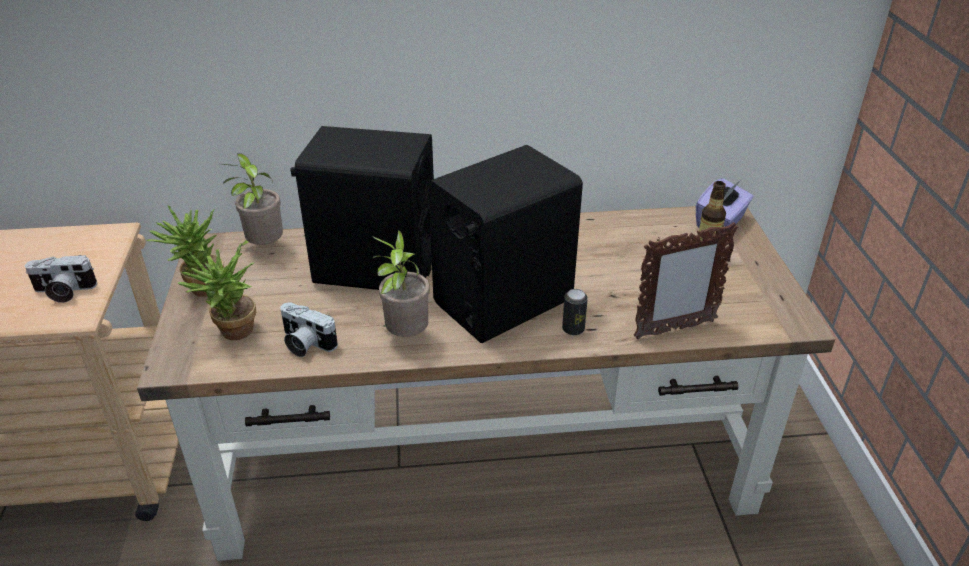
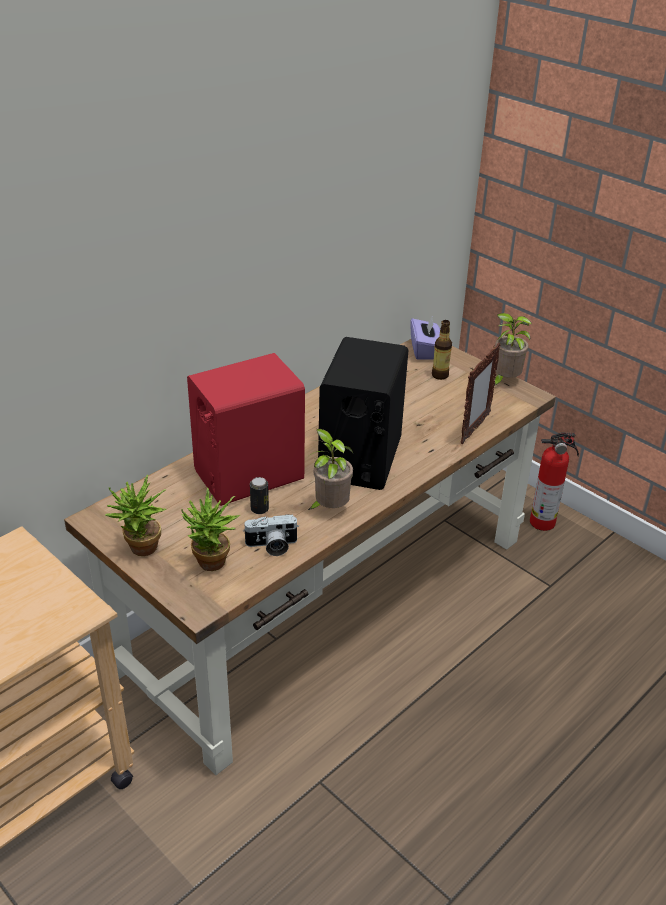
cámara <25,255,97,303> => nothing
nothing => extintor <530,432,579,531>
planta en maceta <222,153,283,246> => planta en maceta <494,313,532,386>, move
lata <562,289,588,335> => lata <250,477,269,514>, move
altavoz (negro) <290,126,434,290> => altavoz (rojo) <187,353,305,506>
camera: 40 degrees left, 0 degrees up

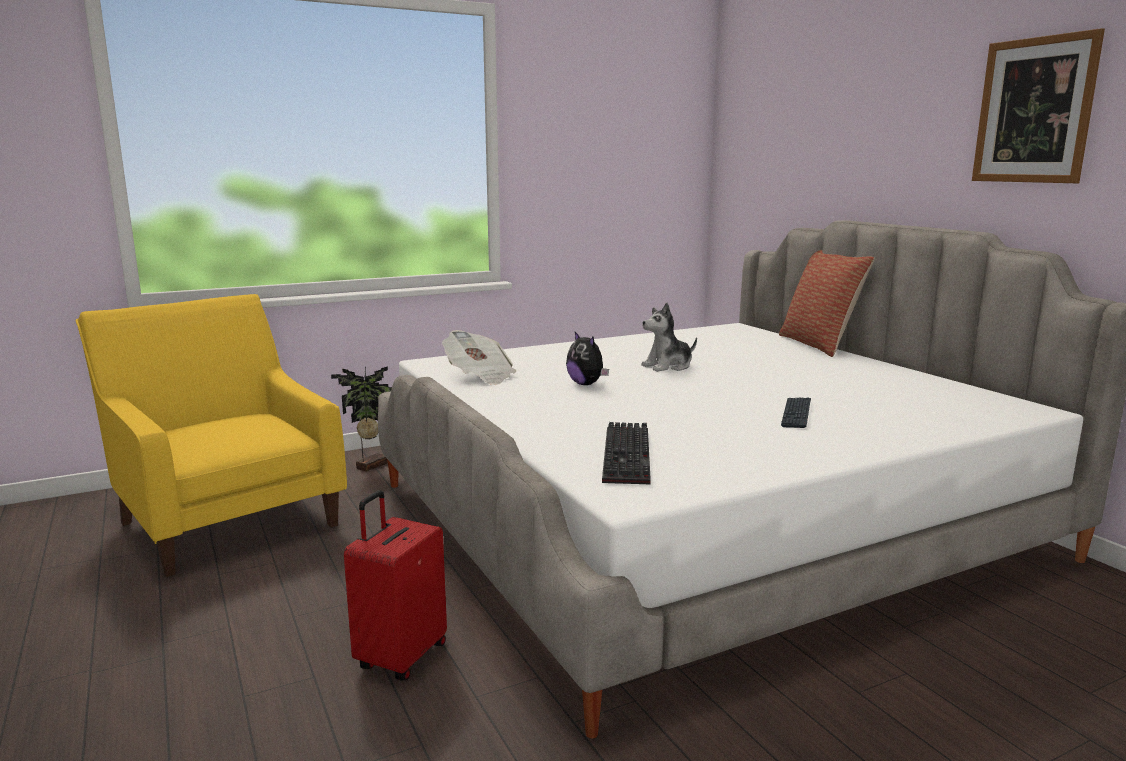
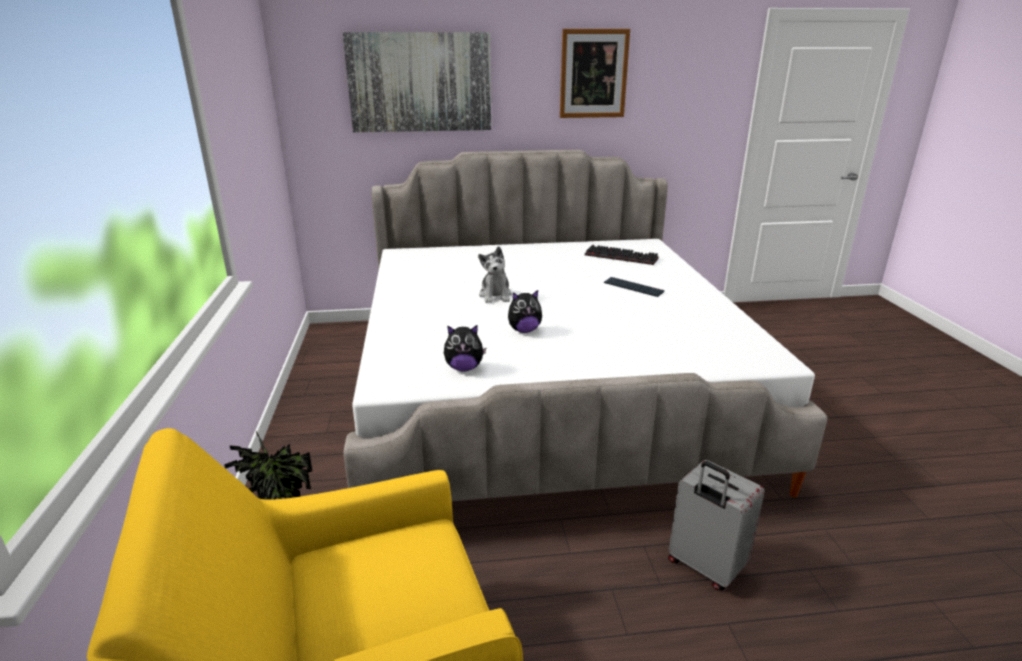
cojín <779,250,875,357> => nothing
nothing => cuadro <343,32,491,132>
teclado <602,422,651,484> => teclado <585,245,659,265>, move
periódico <442,330,516,385> => peluche <444,325,486,371>
maleta (rojo) <344,490,447,680> => maleta (gris) <668,460,765,591>
camera: 70 degrees left, 10 degrees up

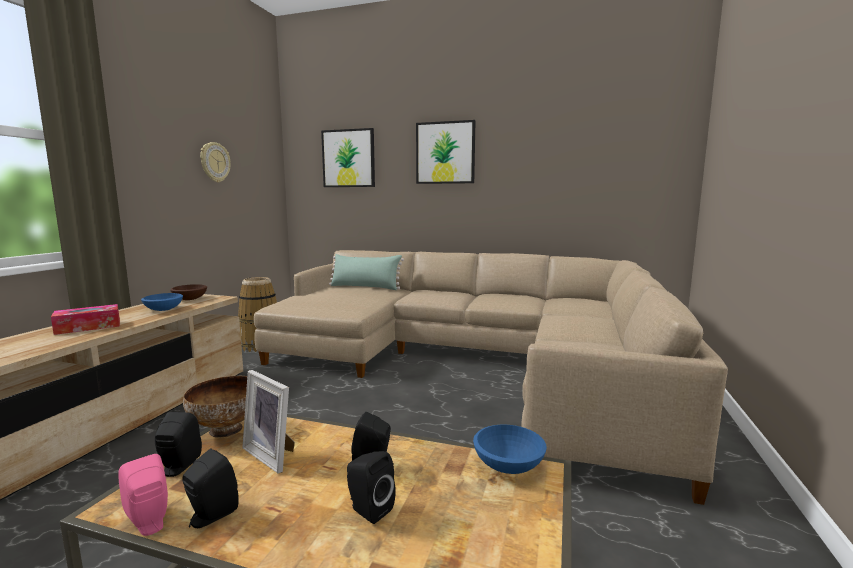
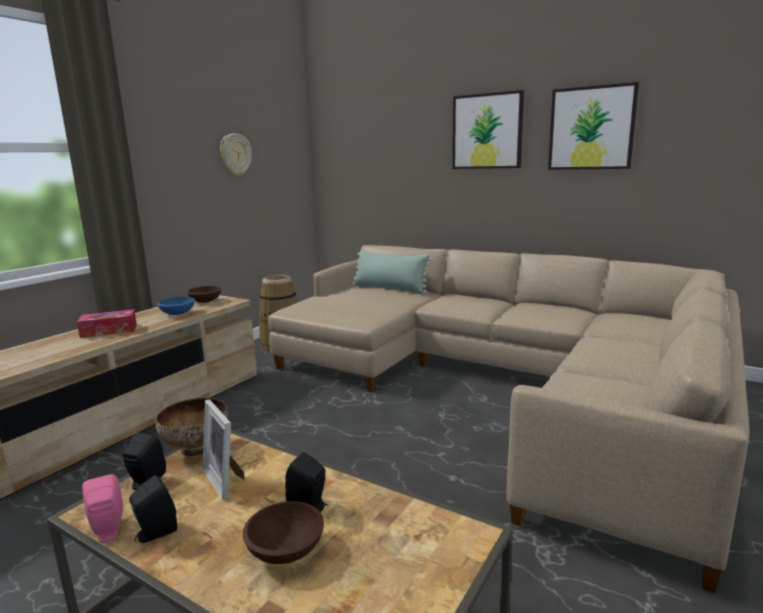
cuenco (azul) <473,425,547,474> => nothing
cuadro <321,128,375,187> => cuadro <548,82,639,170>, move
altavoz (negro) <347,451,396,524> => cuenco (marrón) <242,501,324,564>
camera: 15 degrees right, 5 degrees up

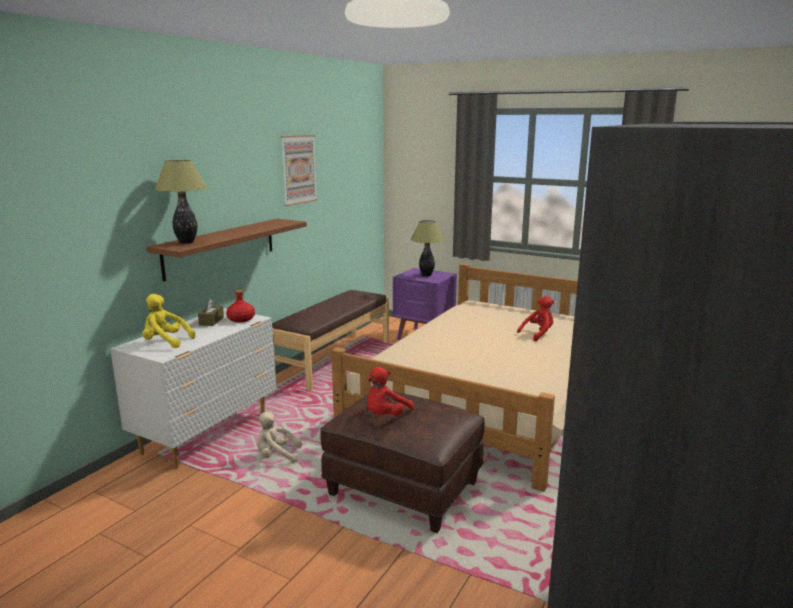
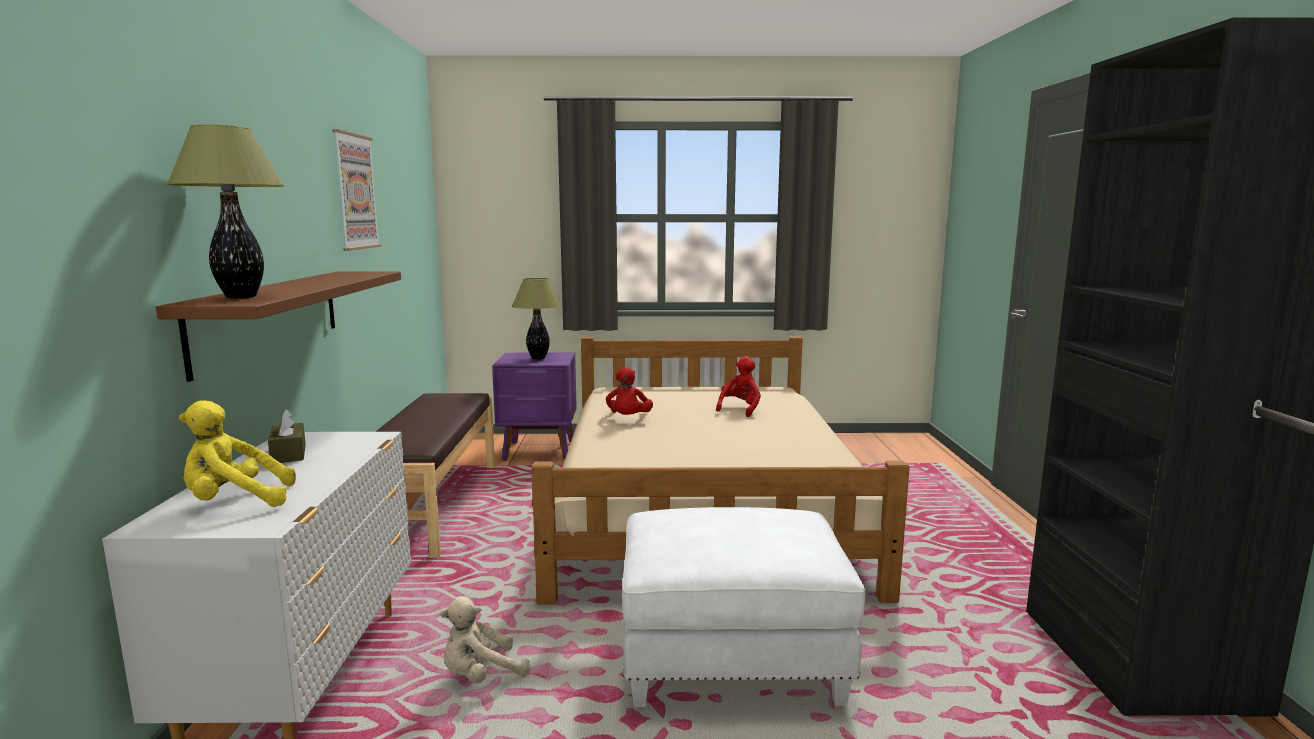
botella (rojo) <226,290,255,323> => nothing
peluche (rojo) <367,367,414,416> => peluche (rojo) <606,367,653,415>, move
puf (marrón) <320,392,485,533> => puf (blanco) <622,507,865,707>
camera: 30 degrees left, 5 degrees down

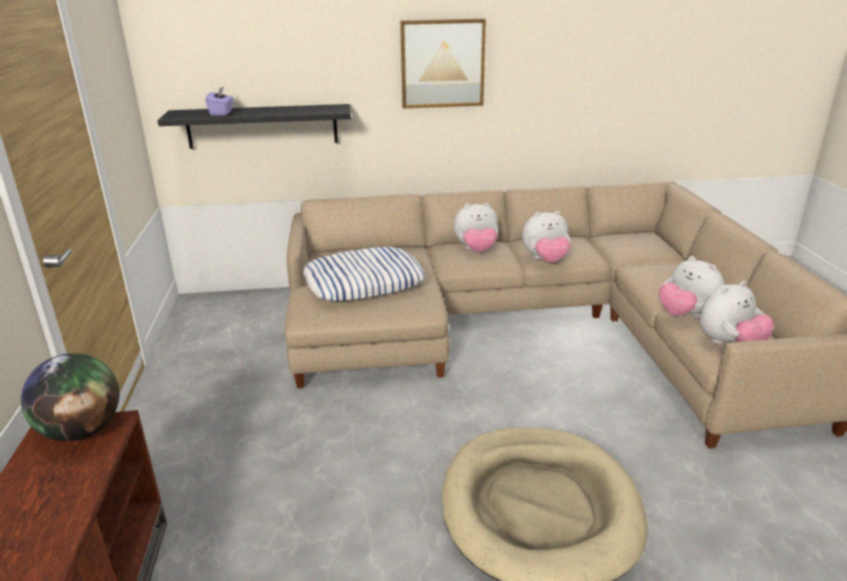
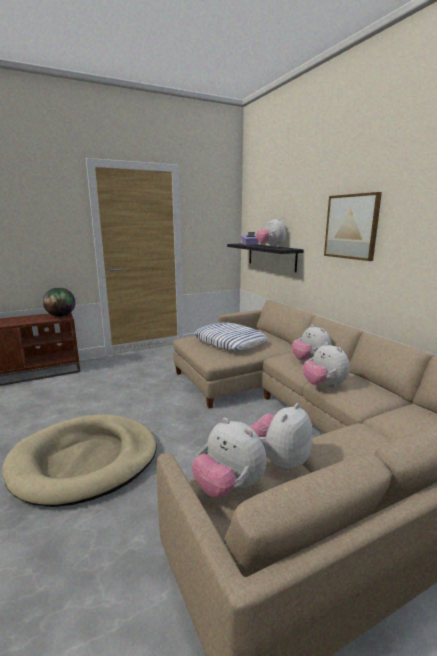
nothing => peluche <256,218,286,247>
camera: 70 degrees right, 10 degrees down

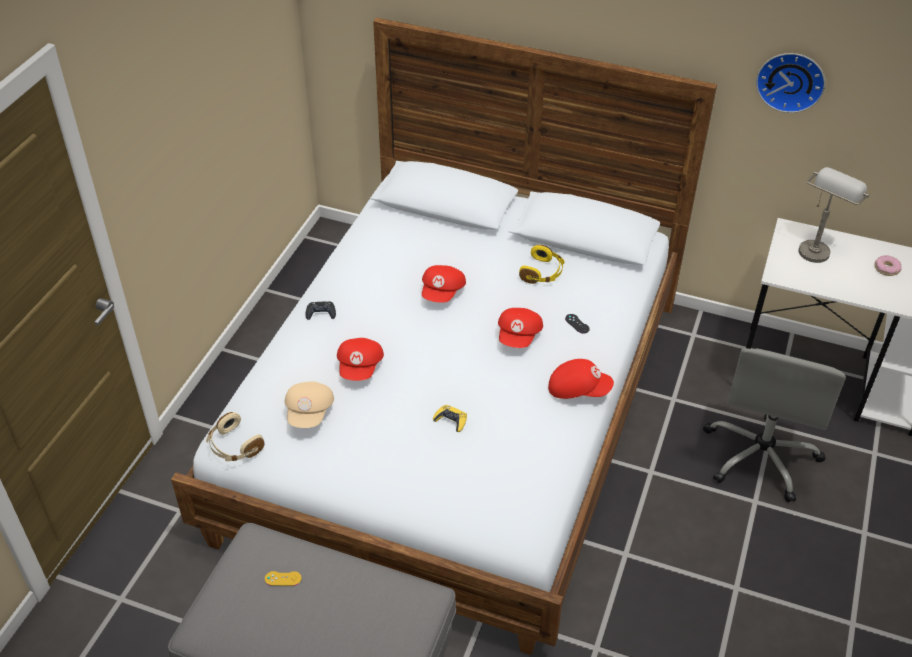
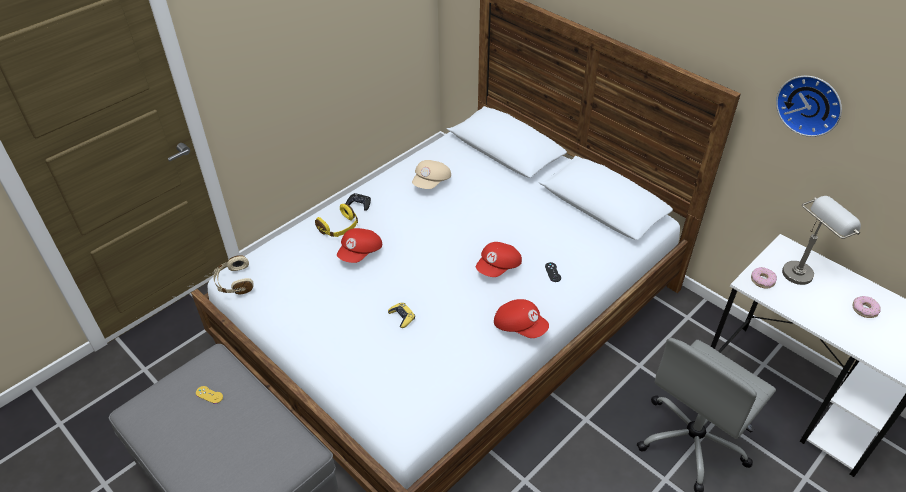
gorra (rojo) <422,265,466,303> => nothing
nothing => rosquilla <751,267,777,289>
gorra (beis) <285,381,334,428> => gorra (beis) <412,160,451,189>, move
auriculares (amarillo) <519,245,565,284> => auriculares (amarillo) <315,204,358,237>, move
camera: 25 degrees right, 0 degrees up

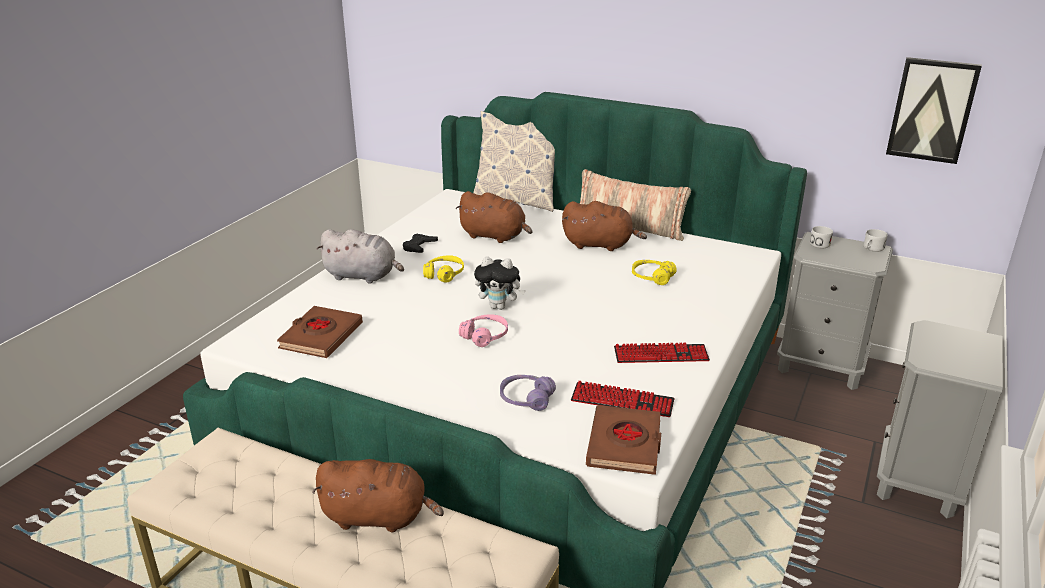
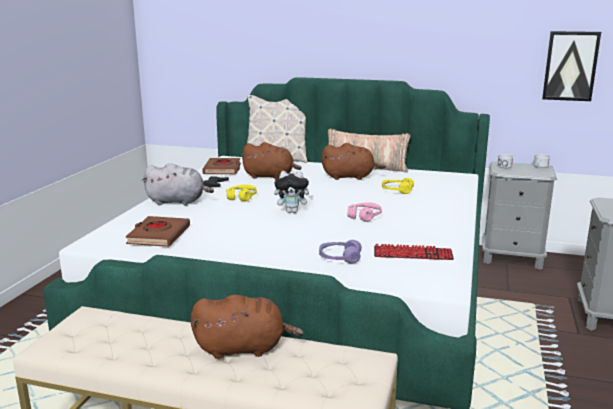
teclado <614,343,710,363> => nothing
auriculares (rosa) <459,314,508,347> => auriculares (rosa) <348,202,382,222>, move
libro (marrón) <586,405,661,475> => libro (marrón) <202,158,241,174>, move
camera: 10 degrees left, 10 degrees down

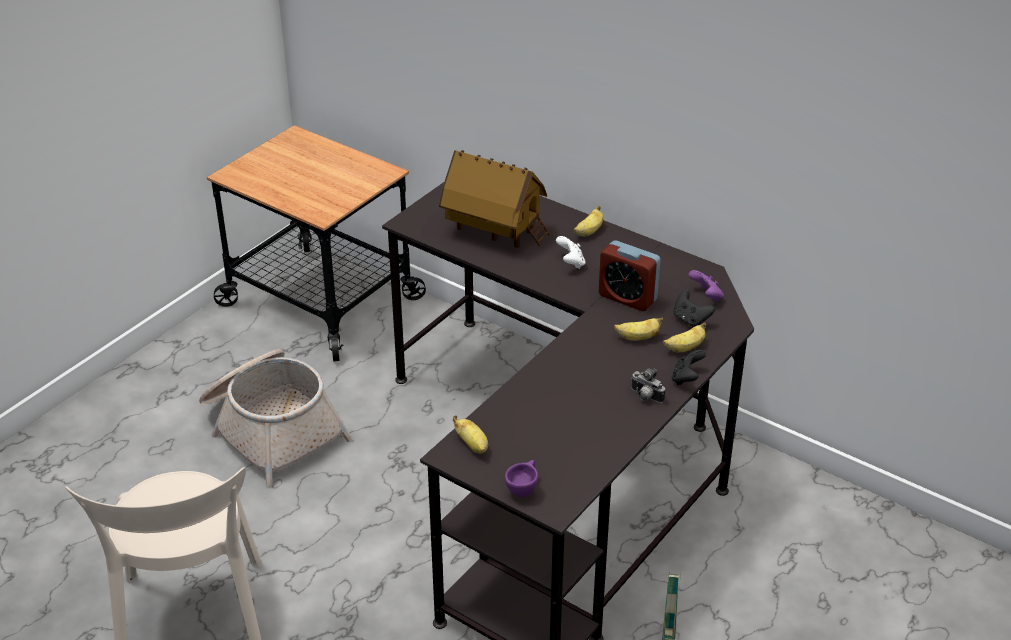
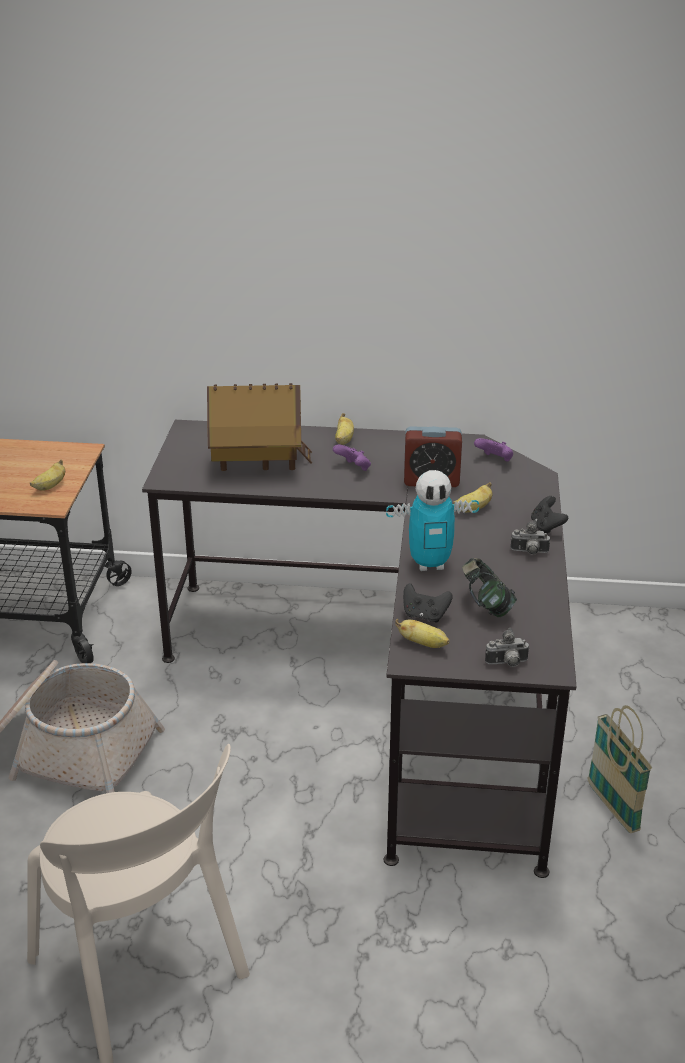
nothing => robot de juguete <386,470,479,571>
nothing => auriculares <462,558,517,617>
plátano <663,323,706,352> => plátano <30,460,65,491>, move
mando de consola (negro) <673,290,715,327> => mando de consola (negro) <403,583,453,623>, move
taza (morado) <505,460,538,497> => cámara <485,628,530,667>
mando de consola (blanco) <556,236,585,269> => mando de consola (morado) <333,445,371,471>
camera: 30 degrees left, 5 degrees down

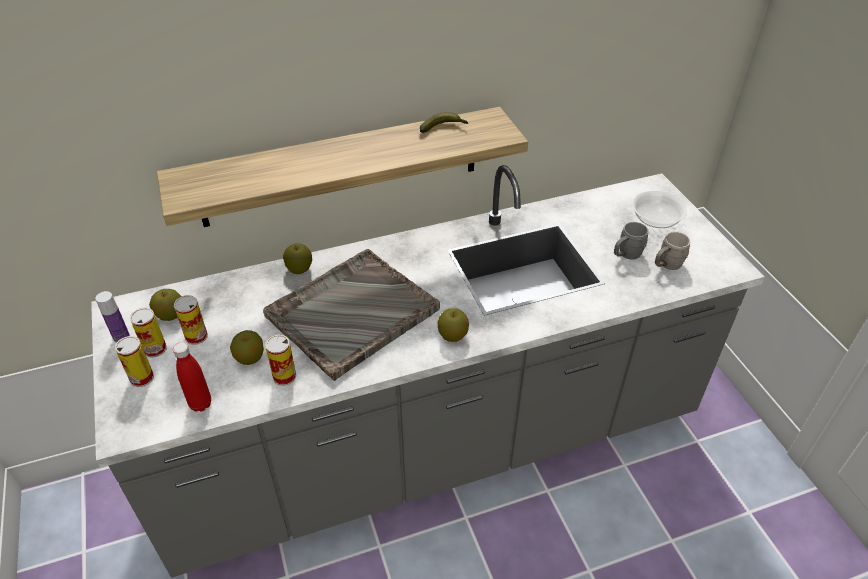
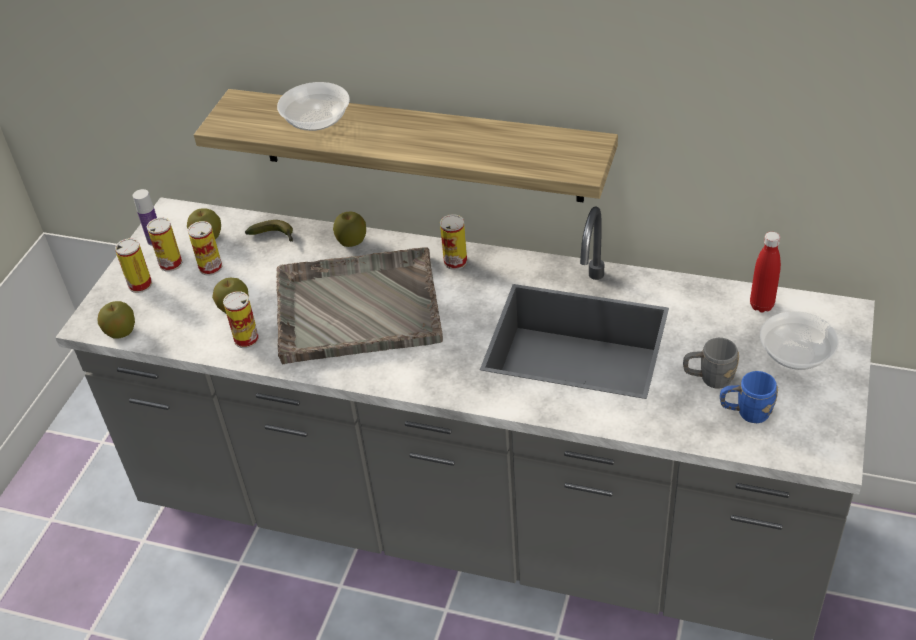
nothing => cuenco <277,82,350,131>
nothing => lata <440,214,467,270>
botella (rojo) <173,342,211,412> => botella (rojo) <750,232,781,312>, move
plátano <420,112,469,133> => plátano <245,220,293,241>, move
manzana <438,308,469,342> => manzana <98,301,135,339>, move
taza grande (gris) <655,232,690,270> => taza grande (azul) <720,371,778,423>
camera: 40 degrees right, 0 degrees up

